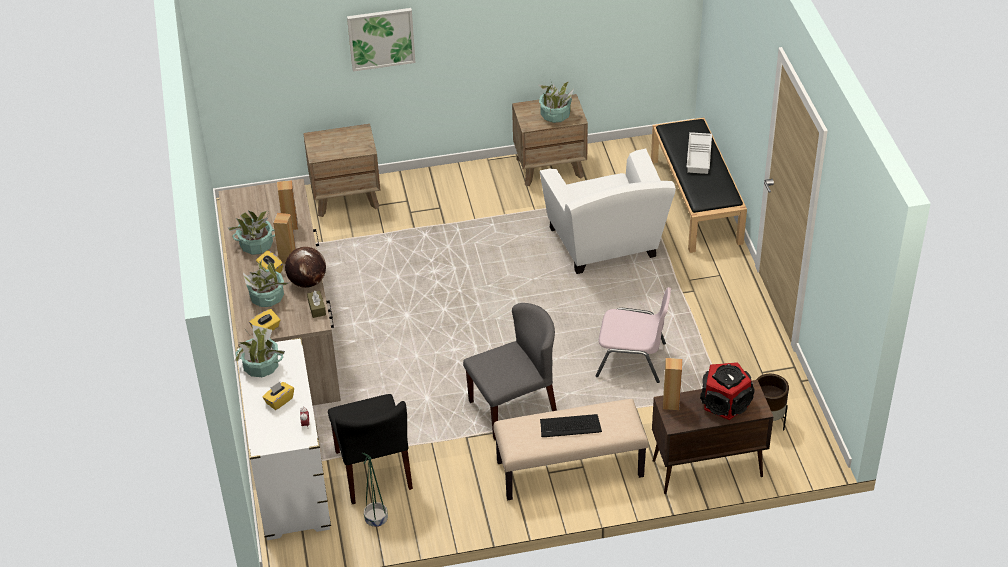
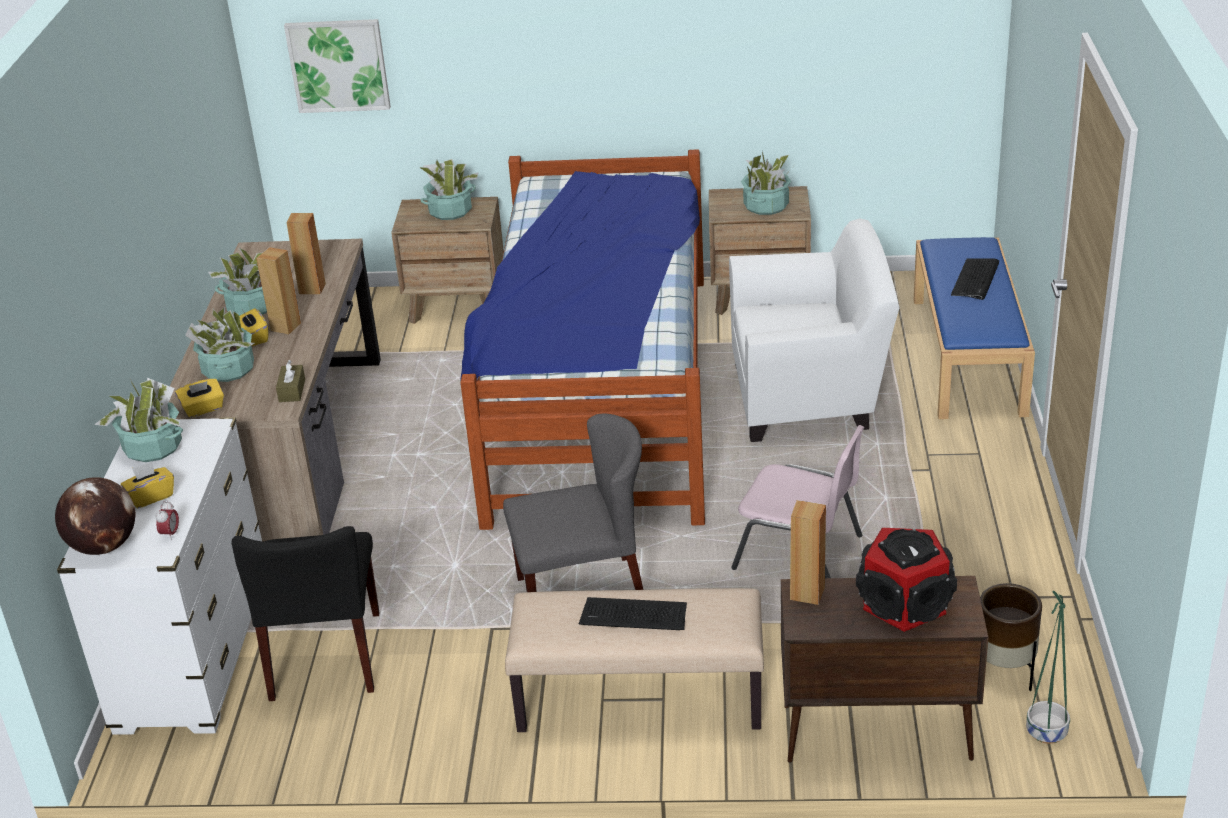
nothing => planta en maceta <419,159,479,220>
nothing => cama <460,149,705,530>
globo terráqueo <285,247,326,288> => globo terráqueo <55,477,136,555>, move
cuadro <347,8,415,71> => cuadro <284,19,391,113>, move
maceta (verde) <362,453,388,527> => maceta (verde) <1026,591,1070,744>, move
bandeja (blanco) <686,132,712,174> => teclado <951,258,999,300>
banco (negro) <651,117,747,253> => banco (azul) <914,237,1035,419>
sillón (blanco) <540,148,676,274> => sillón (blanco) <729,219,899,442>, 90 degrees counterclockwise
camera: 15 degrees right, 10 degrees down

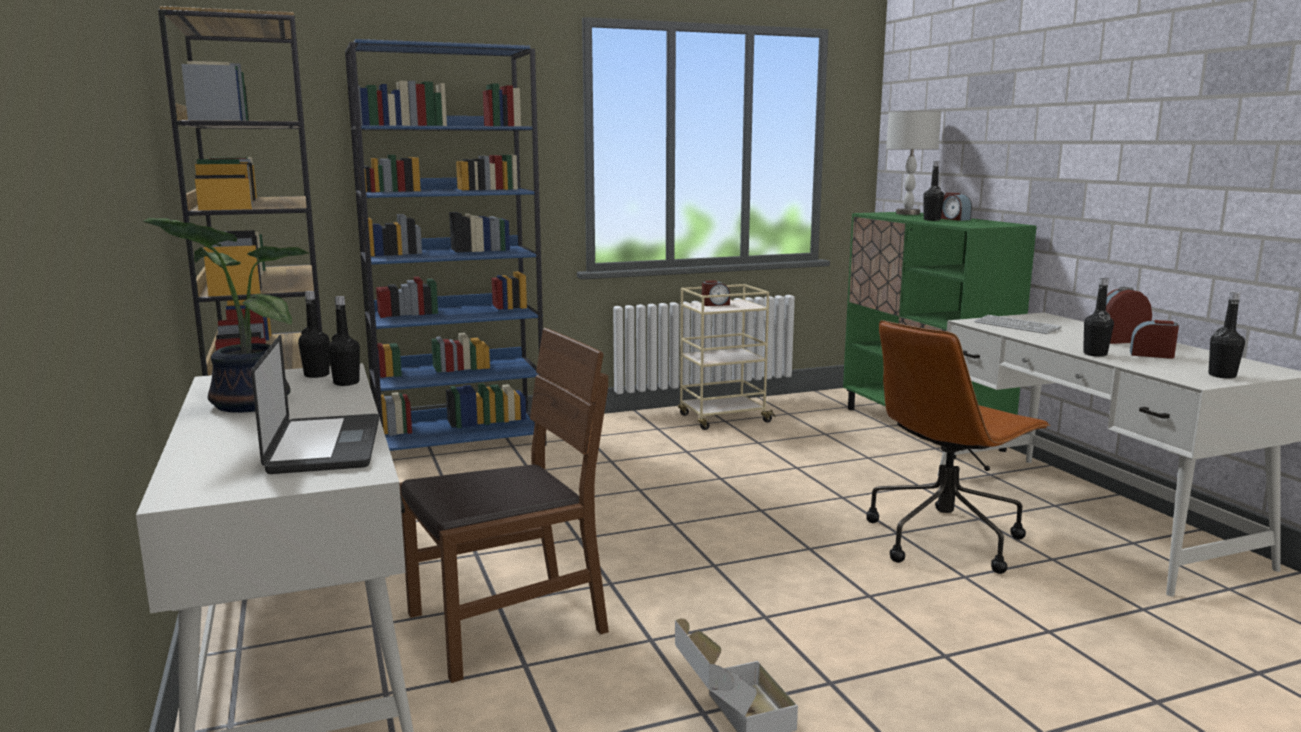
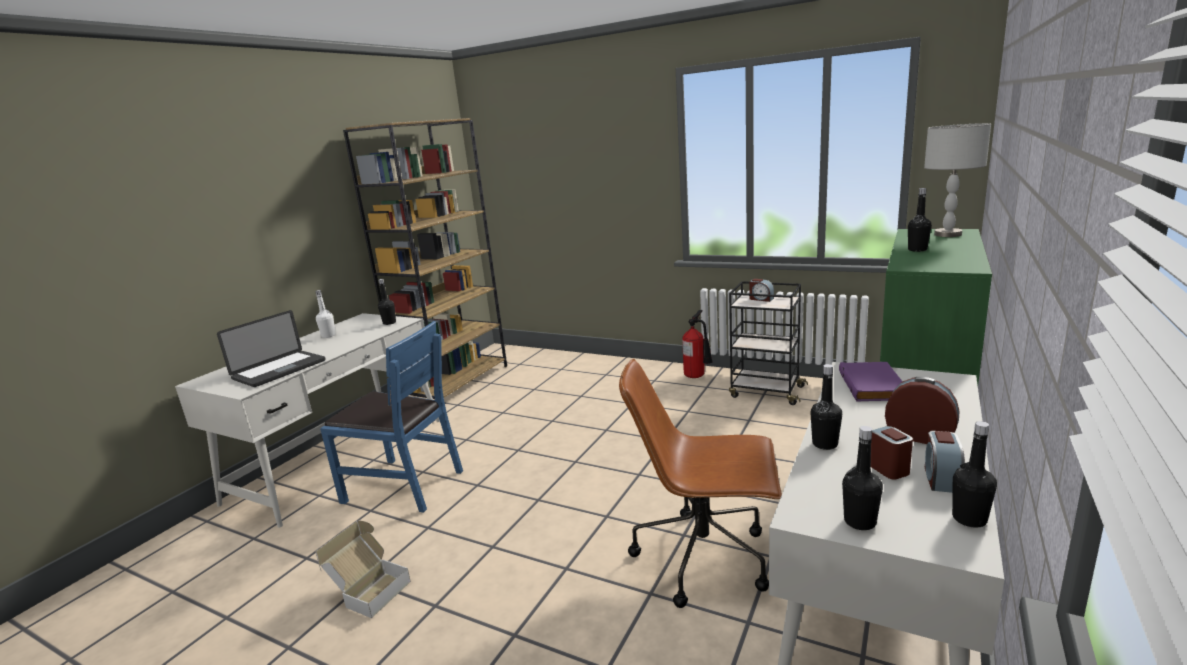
estantería (azul) <345,39,546,451> => nothing
nothing => extintor <682,310,713,378>
botella (negro) <328,296,360,386> => botella (negro) <952,421,997,528>, move
despertador <941,193,972,221> => despertador <925,431,965,493>, move
planta en maceta <143,218,311,413> => botella (blanco) <315,290,336,338>
teclado <974,315,1062,334> => libro (morado) <839,362,903,402>
silla (marrón) <399,328,609,683> => silla (azul) <320,321,463,513>
carrito (beis) <678,284,776,430> => carrito (negro) <729,281,808,405>
camera: 50 degrees right, 5 degrees up

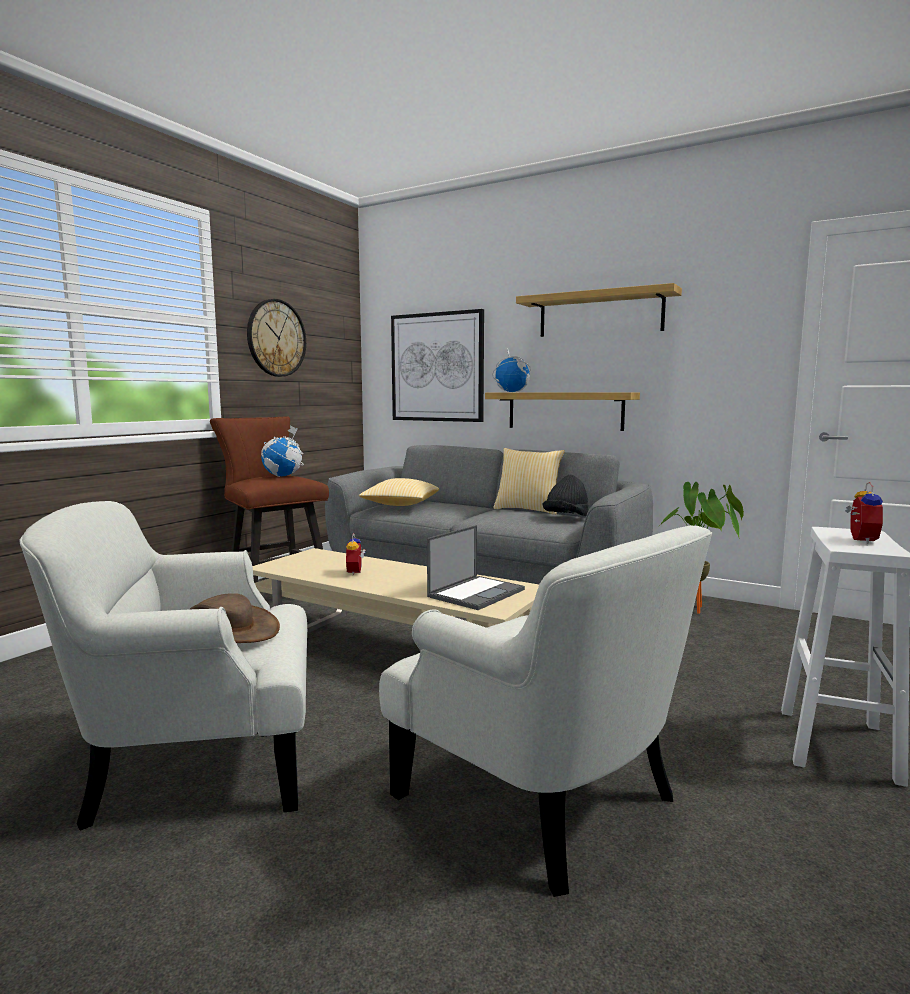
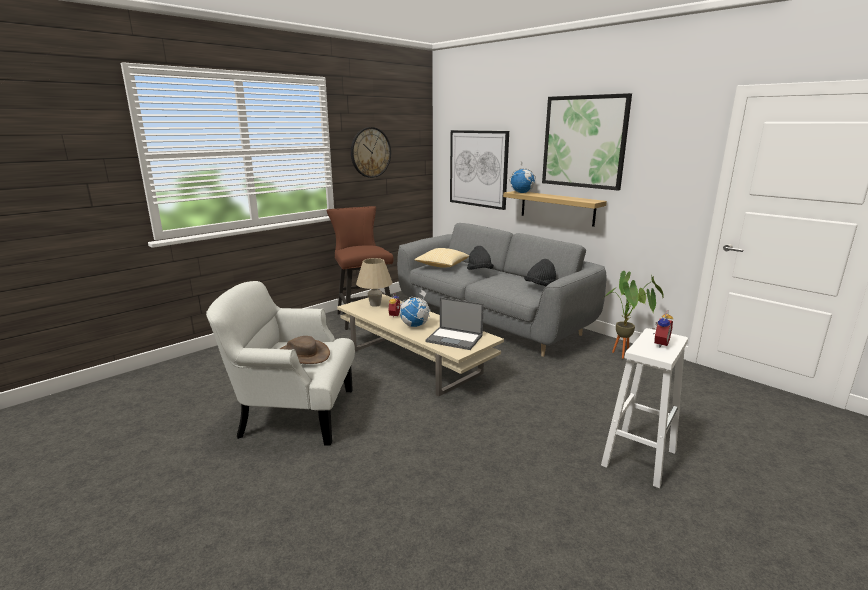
sillón (blanco) <379,526,712,897> => nothing
cojín <493,448,565,515> => nothing
nothing => lámpara de mesa (beis) <356,258,393,307>
nothing => sombrero (negro) <467,246,494,270>
globo terráqueo <261,425,304,477> => globo terráqueo <400,289,430,327>, move
estante <516,283,682,337> => cuadro <542,93,632,191>
portátil <427,525,525,610> => portátil <425,297,484,350>, 60 degrees clockwise
camera: 15 degrees right, 10 degrees up

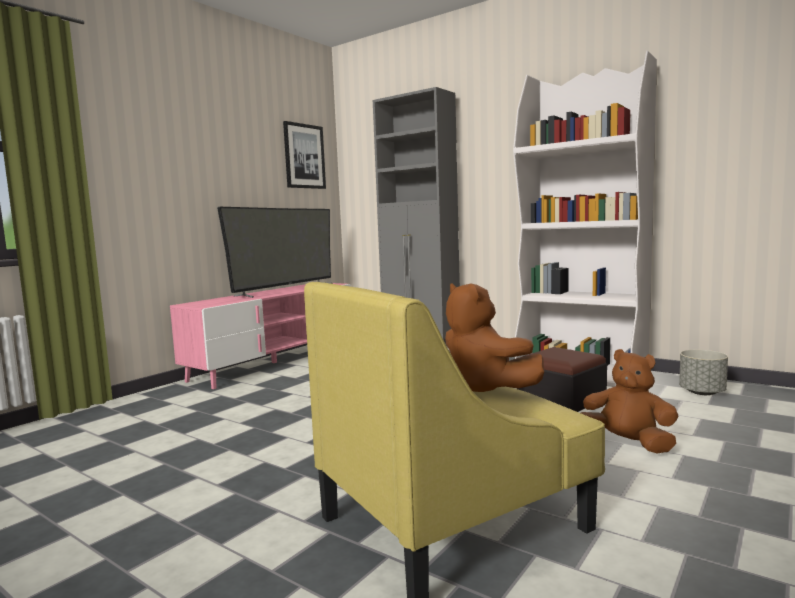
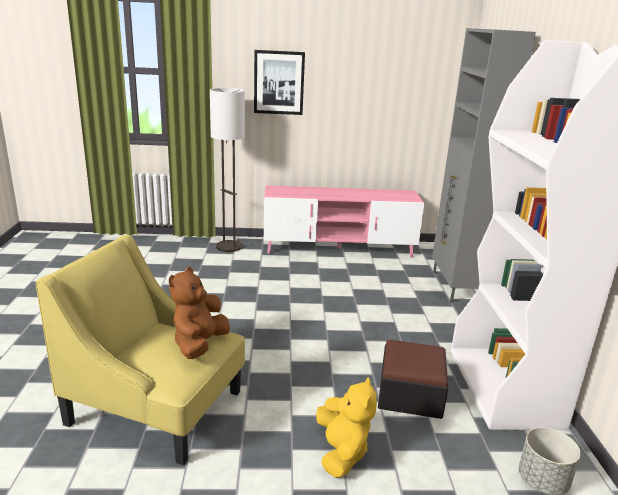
televisor <217,207,333,298> => nothing
nothing => lámpara de pie <210,88,245,252>
cuadro <283,121,326,189> => cuadro <254,50,305,115>, move
peluche (marrón) <581,349,679,453> => peluche (amarillo) <316,378,377,478>
camera: 50 degrees right, 15 degrees up

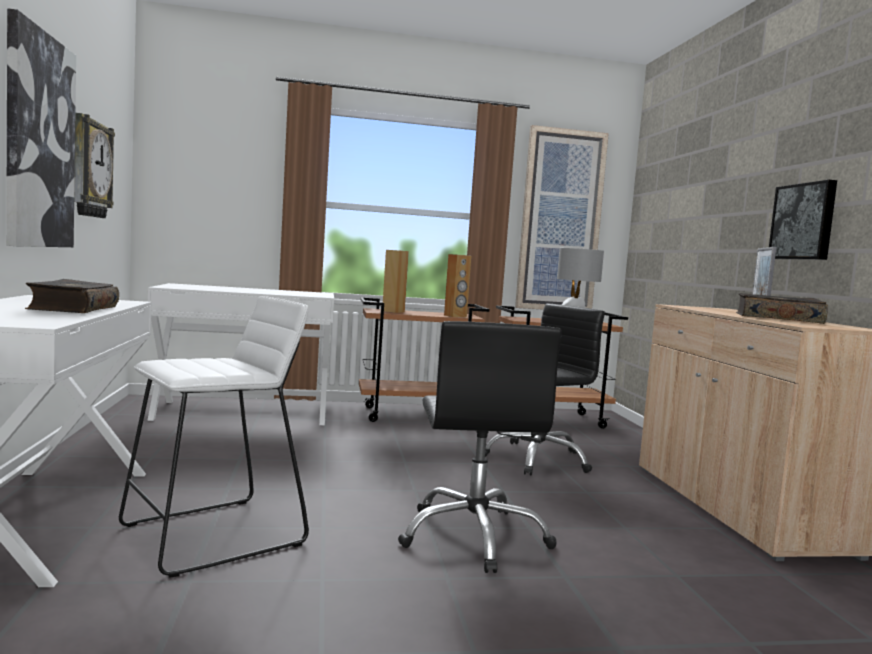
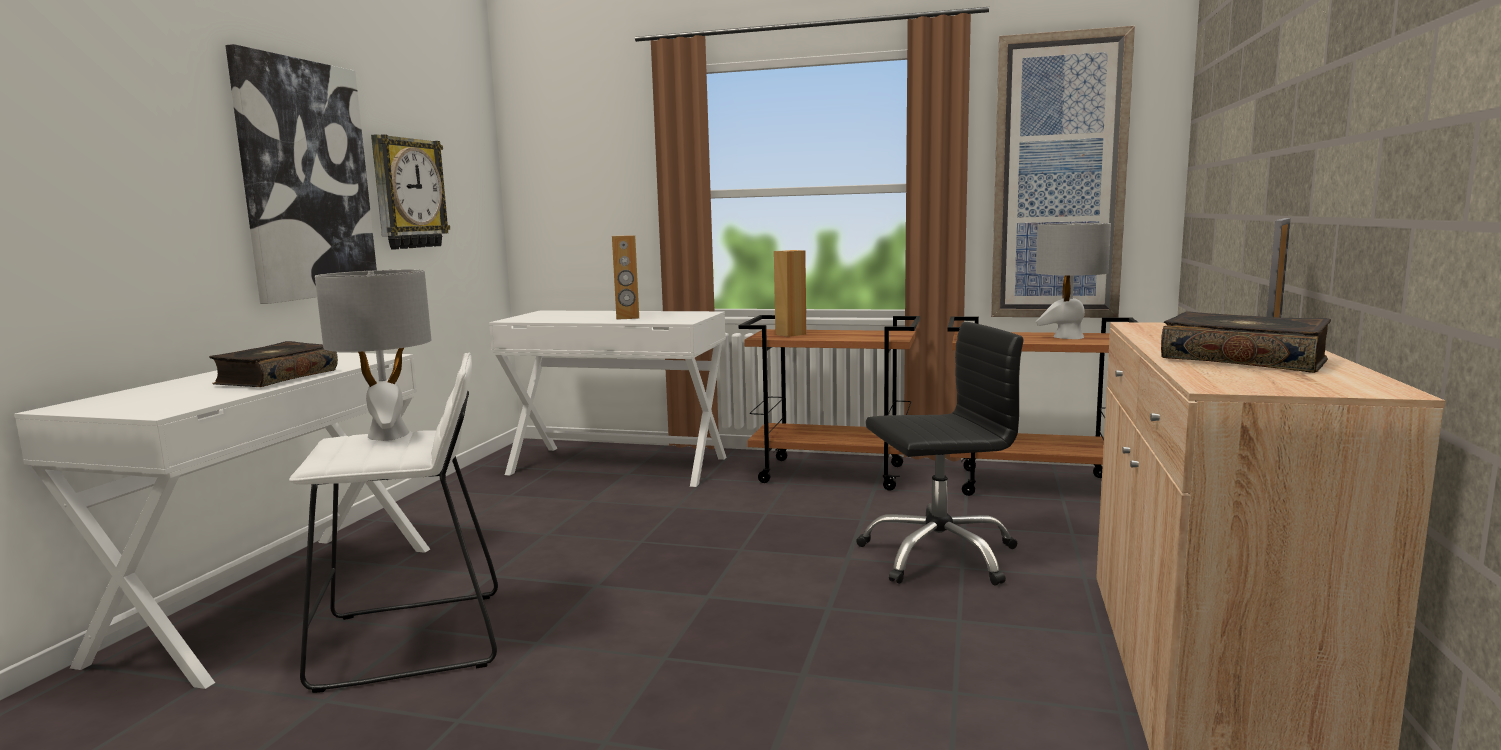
silla de oficina (negro) <398,321,562,573> => nothing
cuadro <769,180,837,260> => nothing
nothing => lámpara de mesa (gris) <315,270,431,441>
altavoz (marrón) <444,254,471,317> => altavoz (marrón) <612,235,639,320>, move
camera: 25 degrees right, 5 degrees up

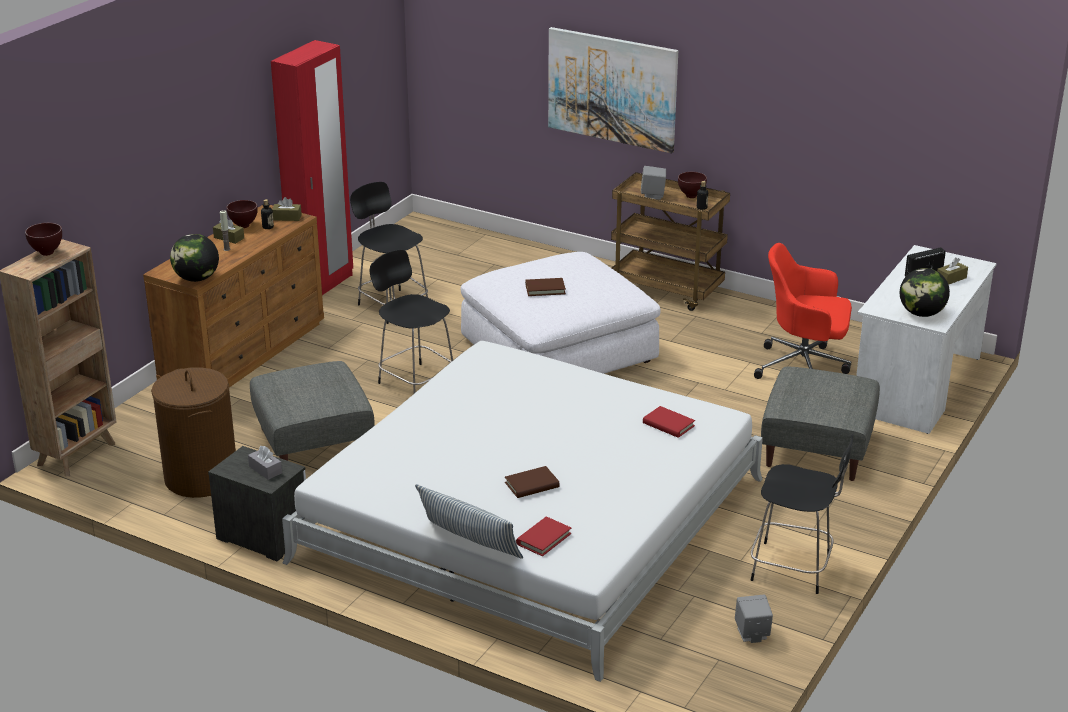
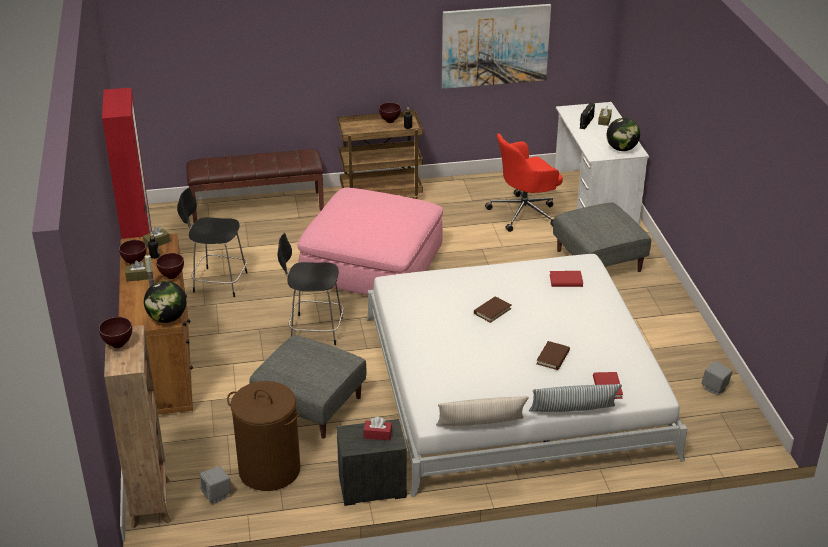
silla (negro) <751,434,854,594> => nothing
nothing => cuenco (marrón) <156,253,184,279>
nothing => banco (marrón) <186,149,324,223>
nothing => cojín (beis) <436,396,529,426>
libro (marrón) <525,278,566,296> => libro (marrón) <474,296,511,323>, move
cuadro <548,27,678,153> => cuadro <442,4,551,89>, move
altavoz (gris) <641,166,666,200> => altavoz (gris) <200,466,230,504>, move
caja de pañuelos (gris) <248,446,282,480> => caja de pañuelos (rojo) <363,417,392,441>
puf (blanco) <460,252,661,374> => puf (rosa) <297,188,443,295>
camera: 40 degrees left, 5 degrees up

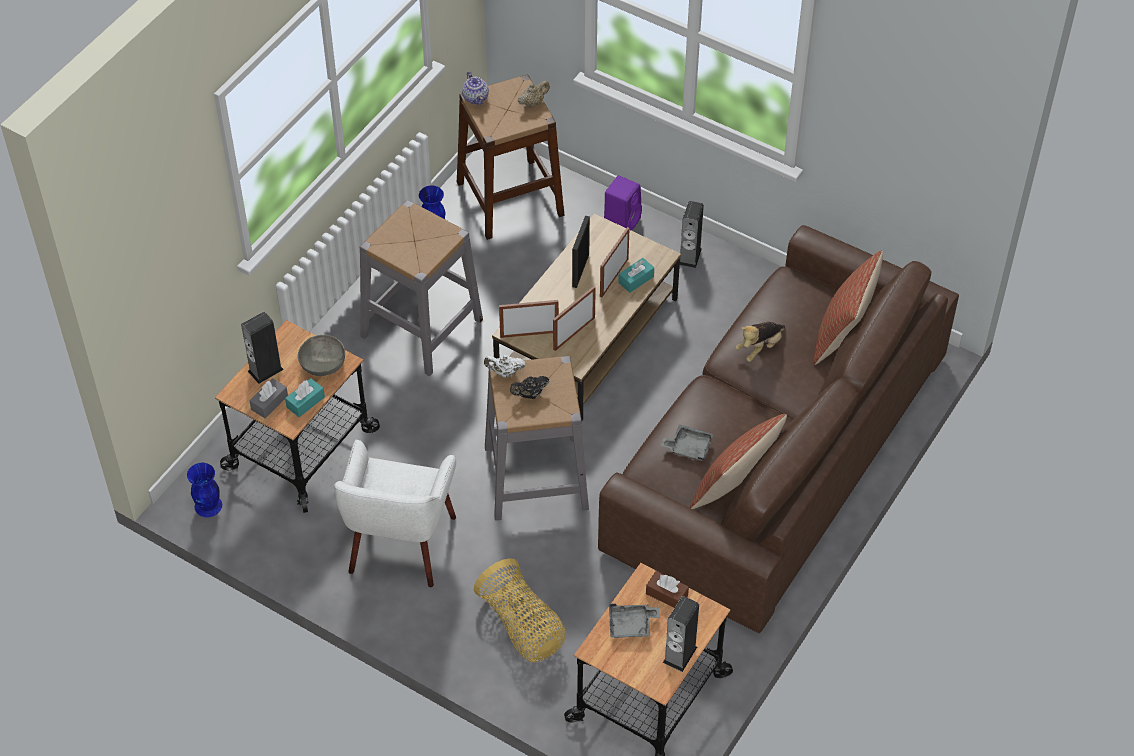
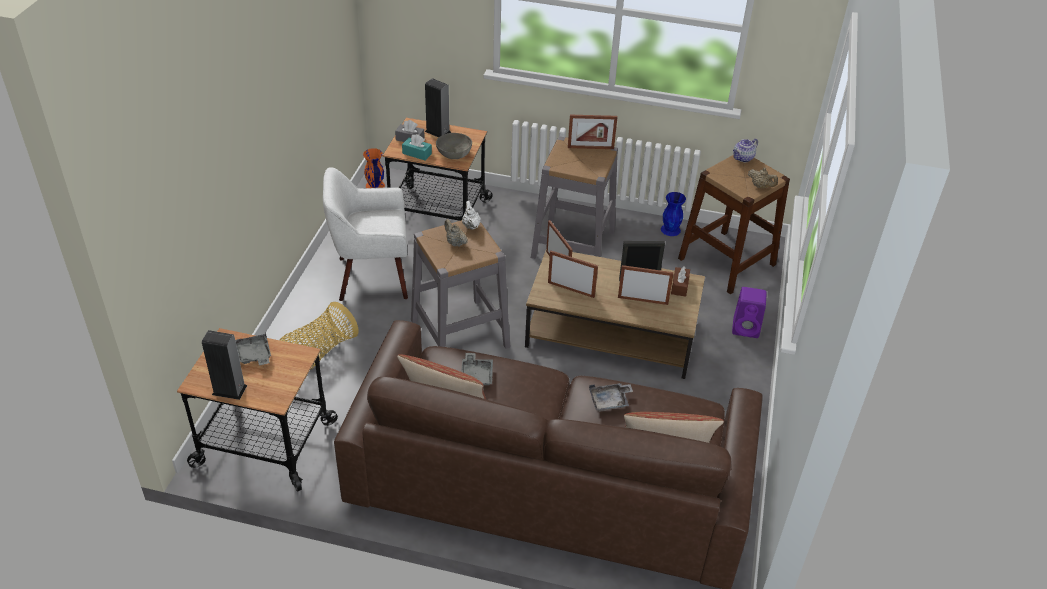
caja de pañuelos (turquesa) <618,258,654,293> => nothing
altavoz <680,201,704,268> => nothing
nothing => portarretratos <568,115,617,149>
caja de pañuelos (marrón) <646,571,689,608> => caja de pañuelos (marrón) <671,266,690,297>, move
peluche <735,322,785,362> => bandeja (gris) <589,383,633,412>
florero (azul) <187,463,222,517> => florero (naranja) <363,148,385,188>
tetera (negro) <510,376,549,399> => tetera (beis) <444,219,468,247>
camera: 70 degrees right, 10 degrees down

